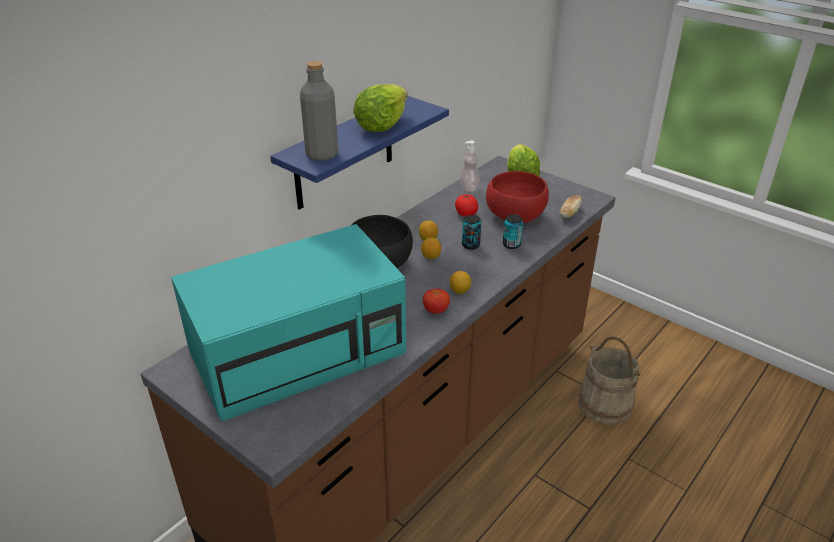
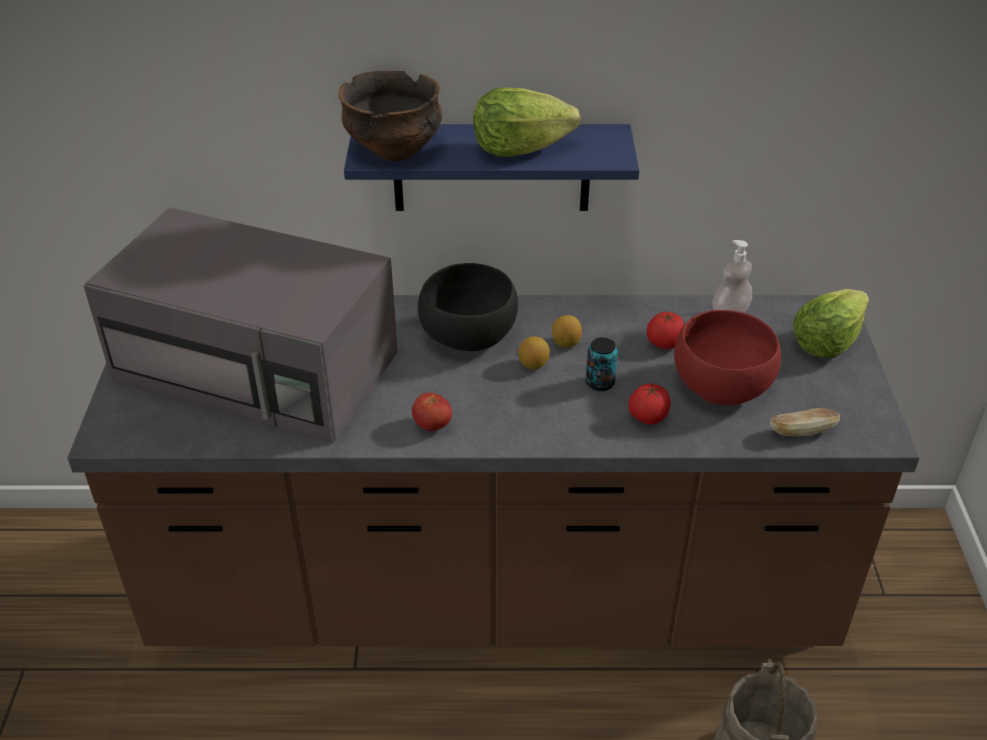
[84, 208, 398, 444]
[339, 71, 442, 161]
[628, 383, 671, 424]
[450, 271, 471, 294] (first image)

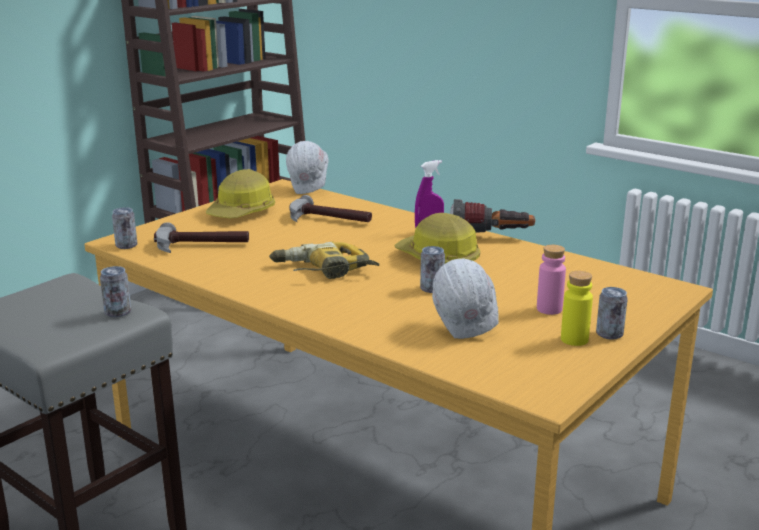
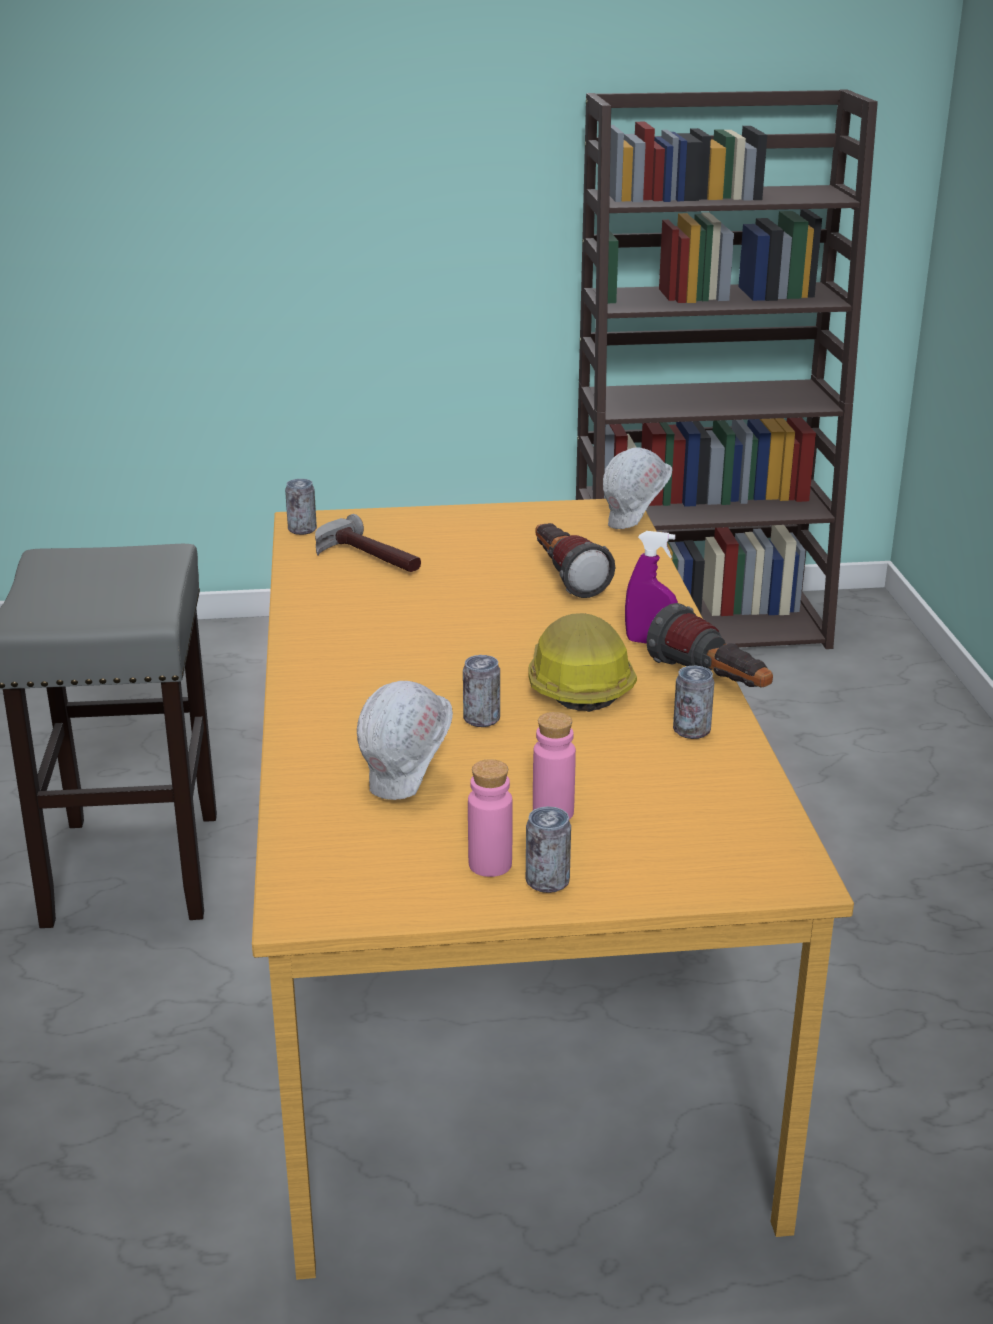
[468, 759, 513, 877]
[535, 523, 615, 598]
[673, 666, 714, 739]
[206, 169, 275, 218] (first image)
[269, 241, 380, 279] (first image)

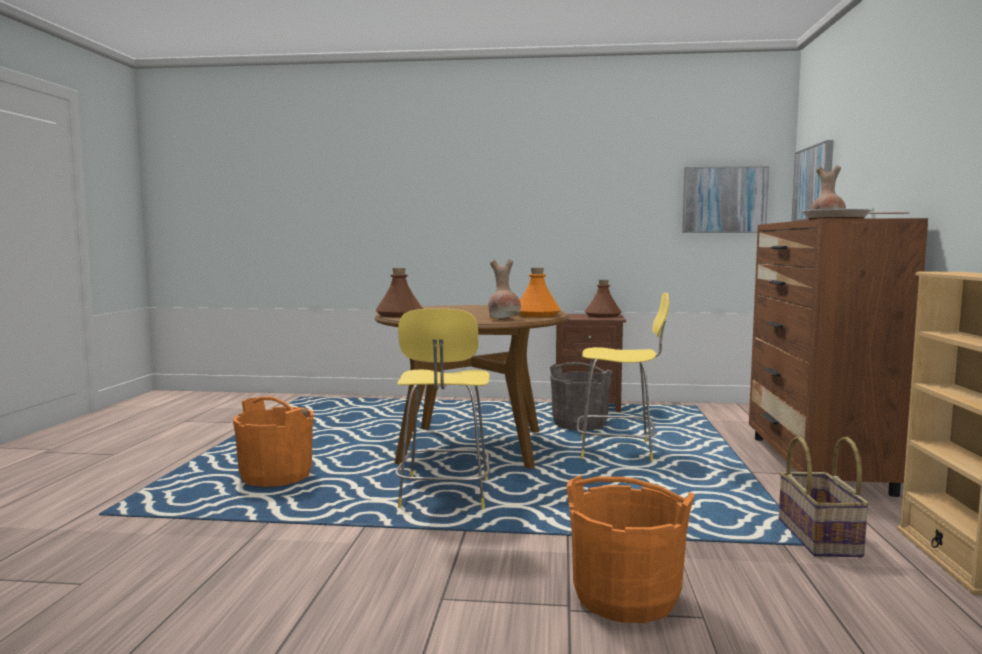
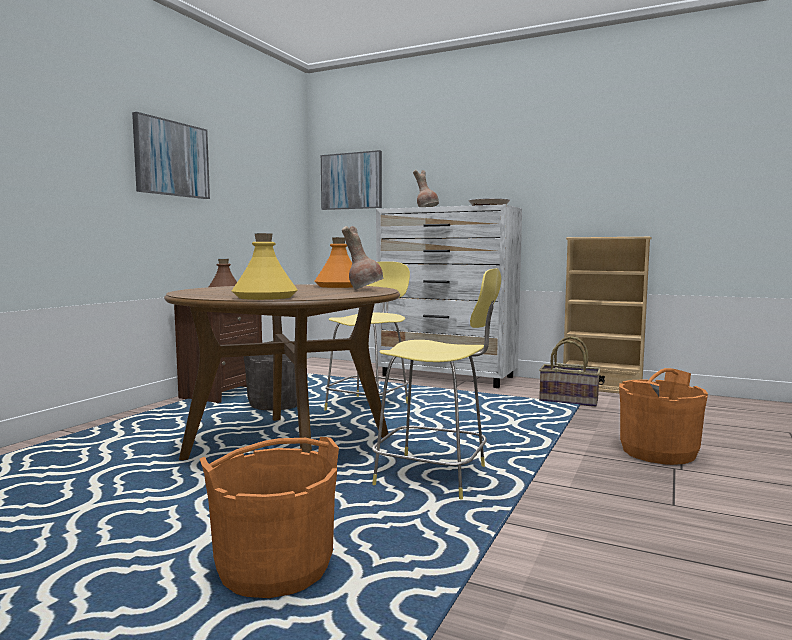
[132, 112, 210, 199]
[232, 233, 298, 300]
[376, 204, 522, 388]

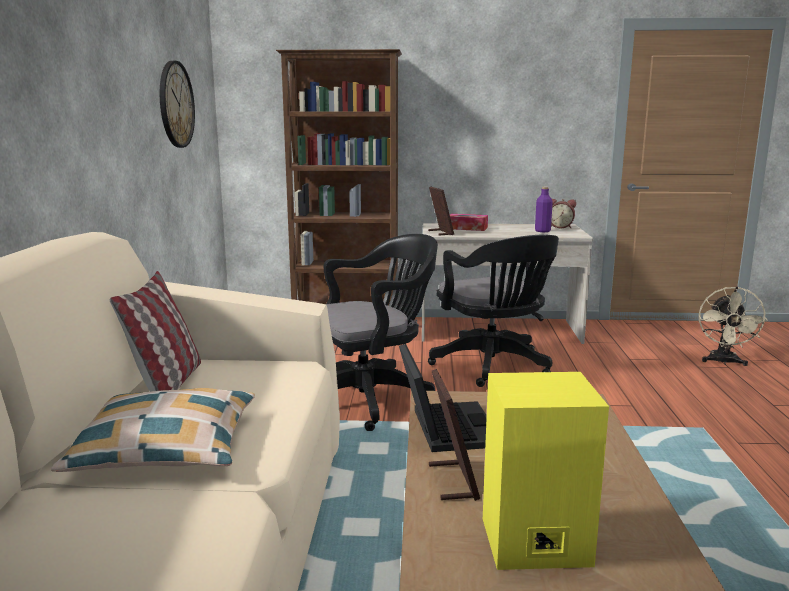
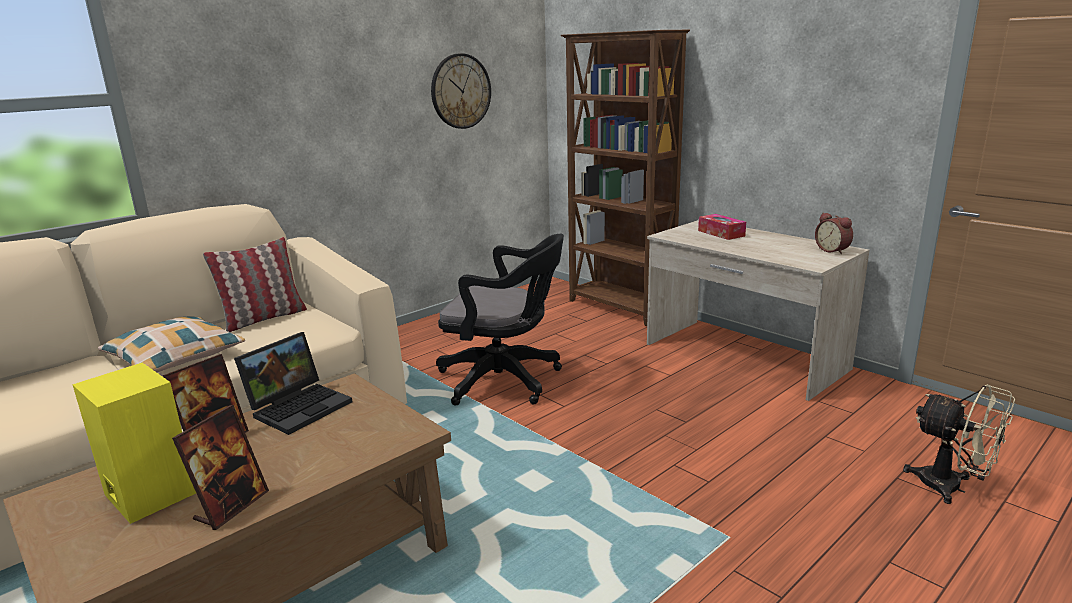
[172, 405, 269, 530]
[903, 384, 1015, 504]
[428, 235, 559, 387] (first image)
[535, 187, 553, 232] (first image)

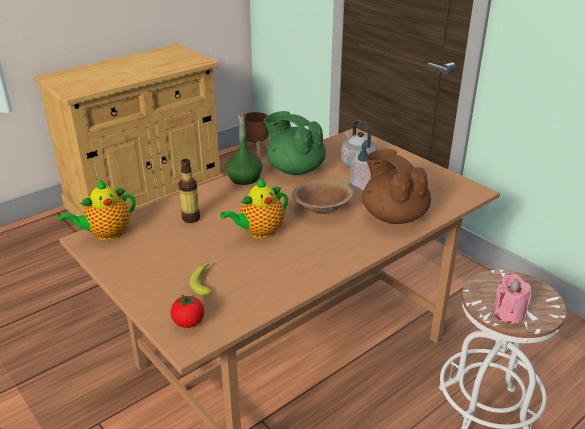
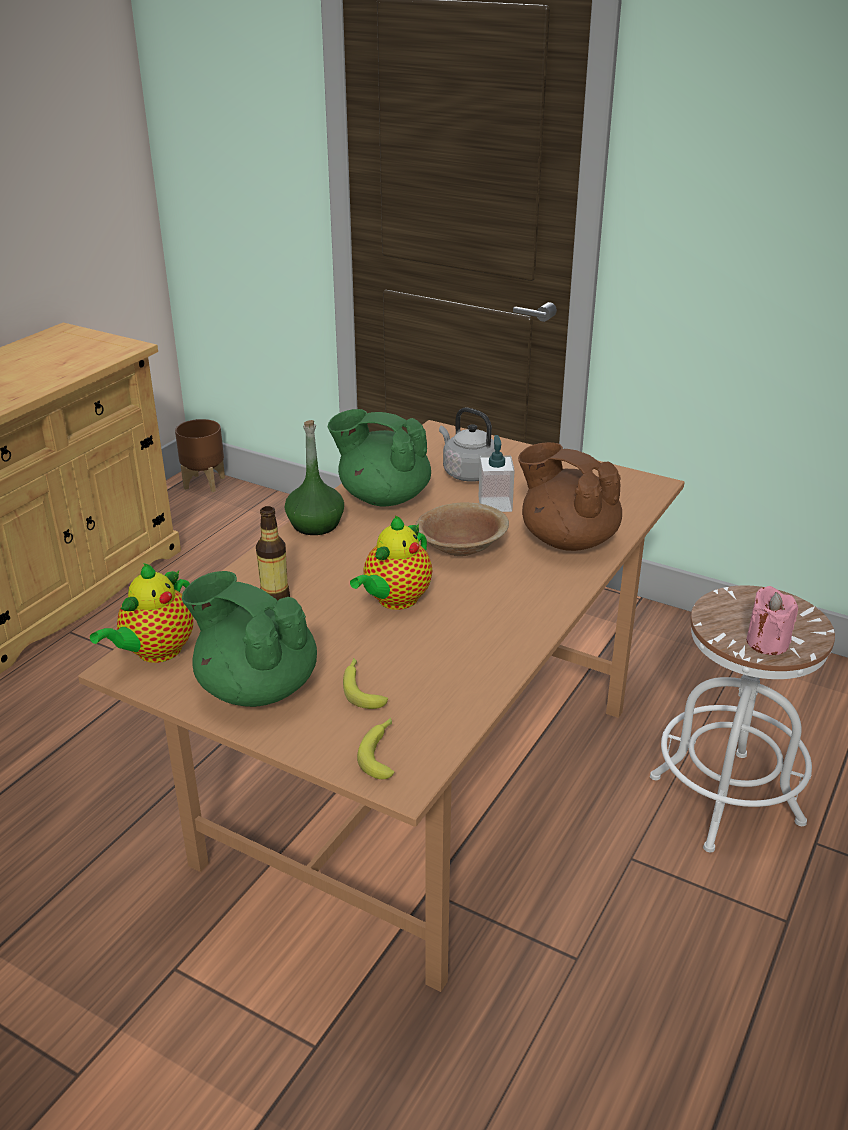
[182, 571, 317, 707]
[357, 718, 395, 779]

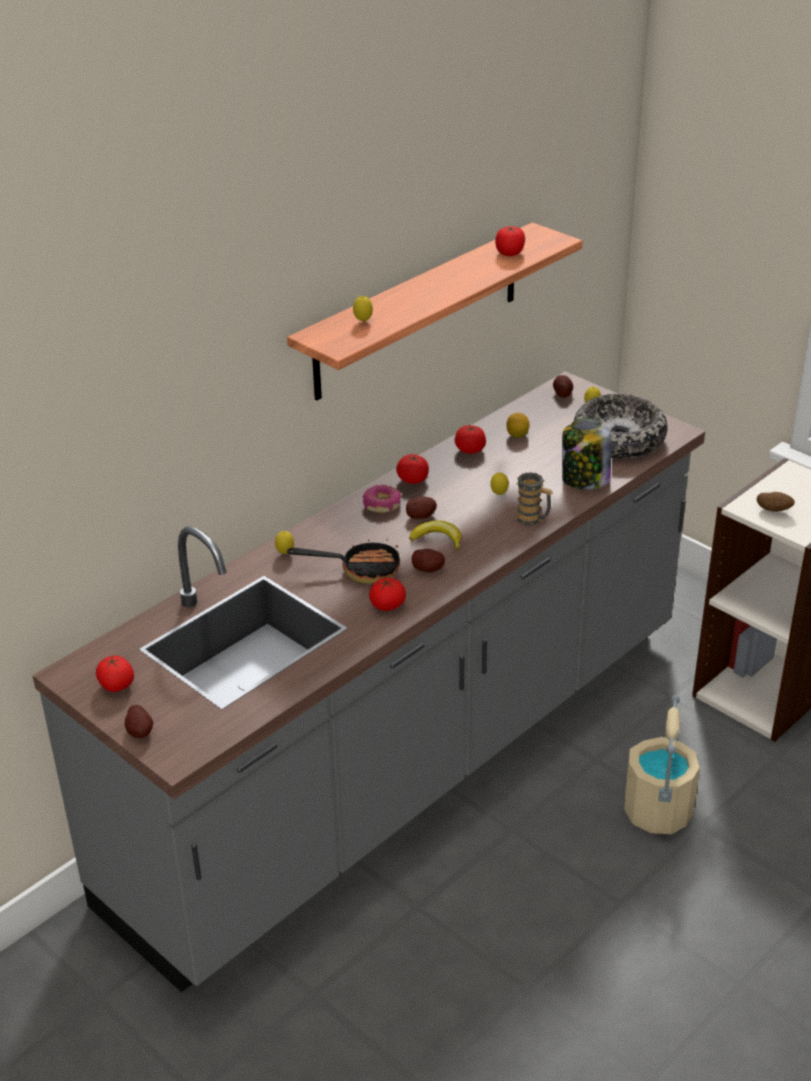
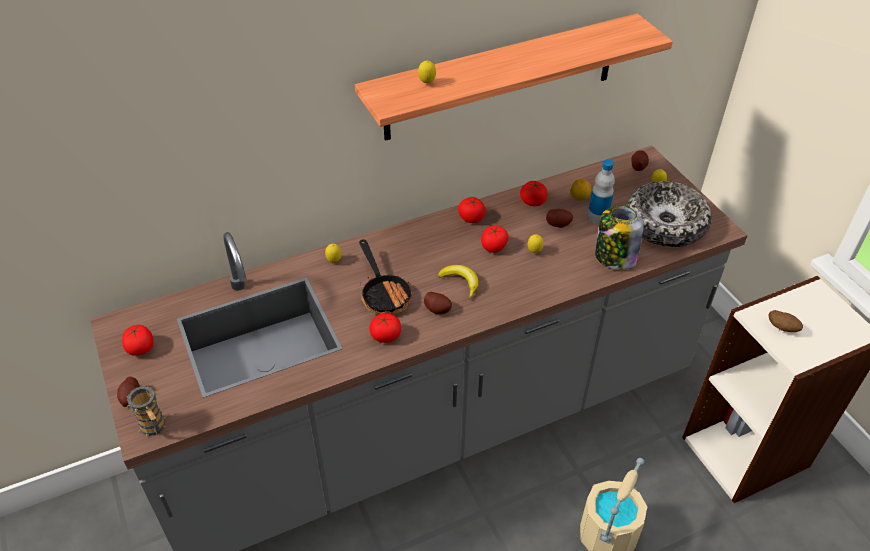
[126, 386, 167, 437]
[359, 239, 413, 314]
[481, 225, 509, 253]
[546, 209, 573, 228]
[588, 159, 615, 224]
[363, 485, 402, 513] (first image)

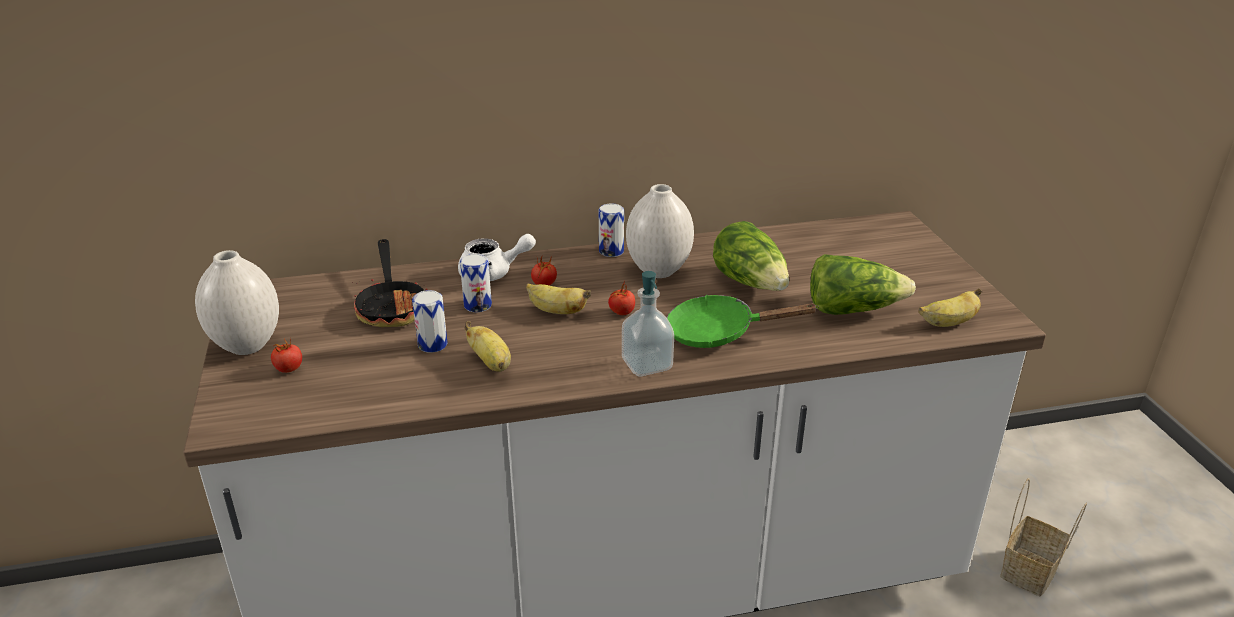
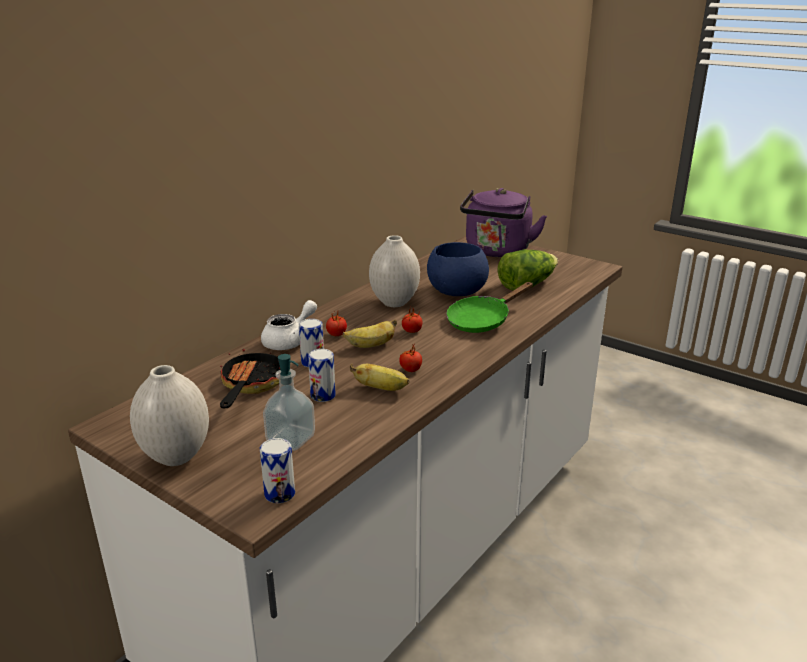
[220, 349, 280, 408]
[260, 438, 295, 503]
[263, 354, 315, 451]
[399, 343, 422, 372]
[427, 242, 489, 296]
[460, 188, 547, 257]
[918, 288, 981, 327] (first image)
[1000, 478, 1087, 596] (first image)

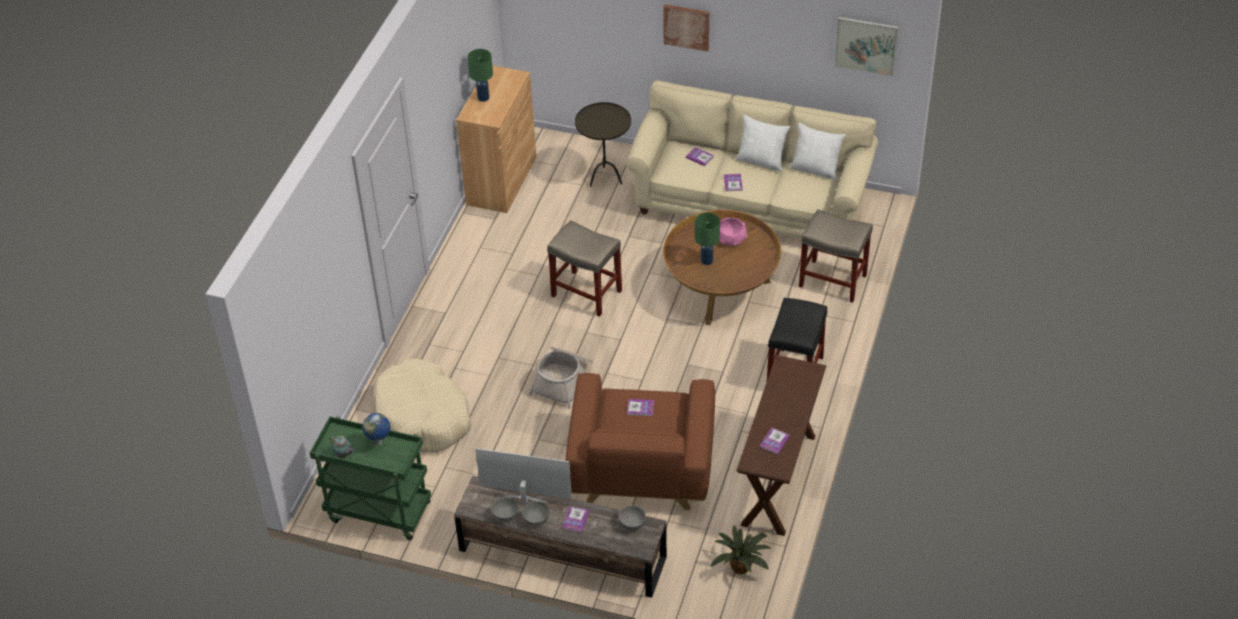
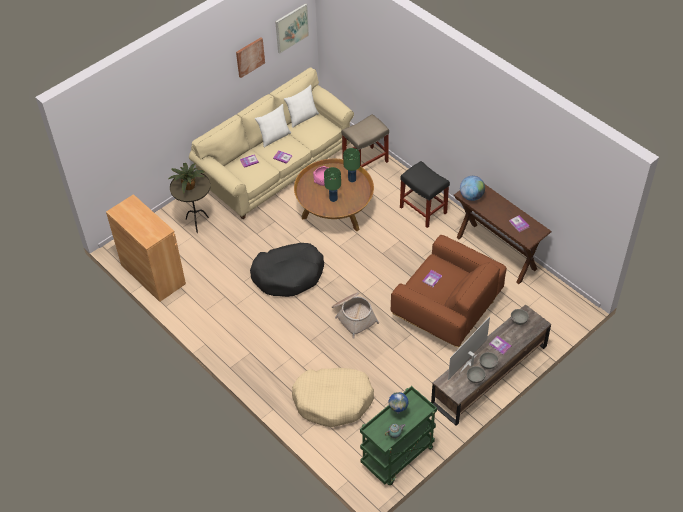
[169, 163, 205, 193]
[236, 37, 265, 78]
[250, 243, 324, 297]
[343, 148, 360, 182]
[460, 176, 485, 201]

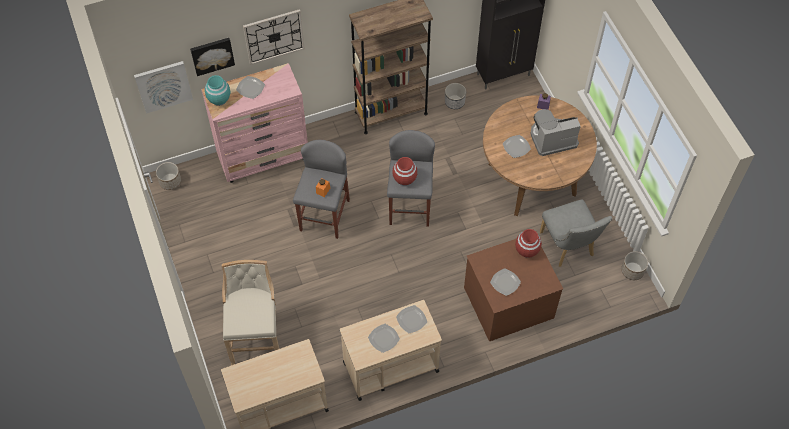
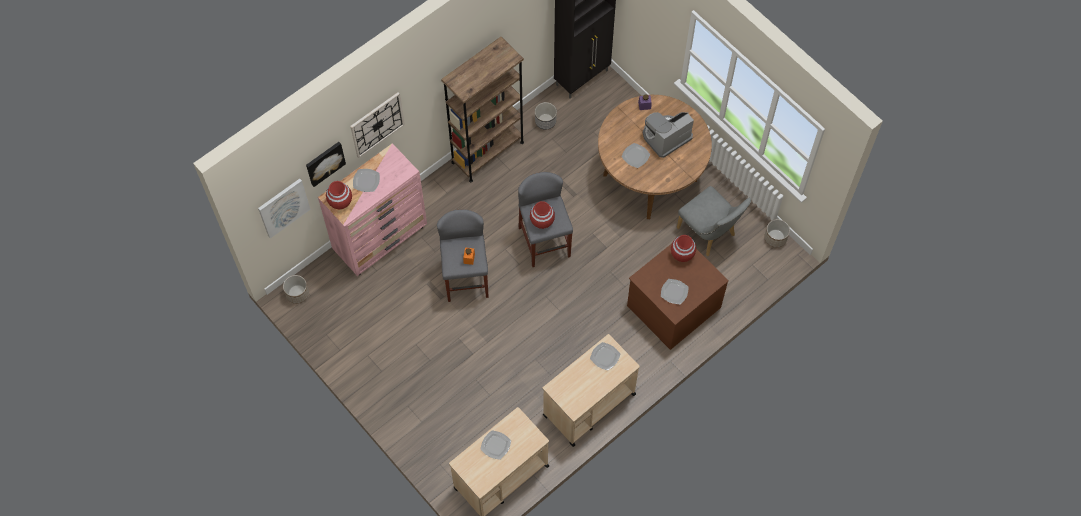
[326, 181, 352, 210]
[481, 430, 511, 460]
[222, 260, 279, 365] (first image)

